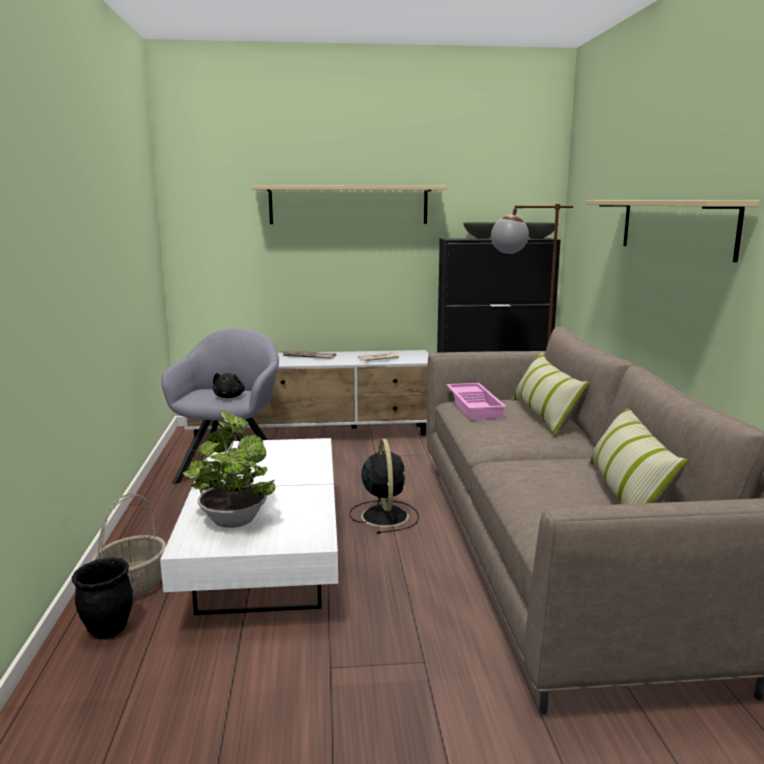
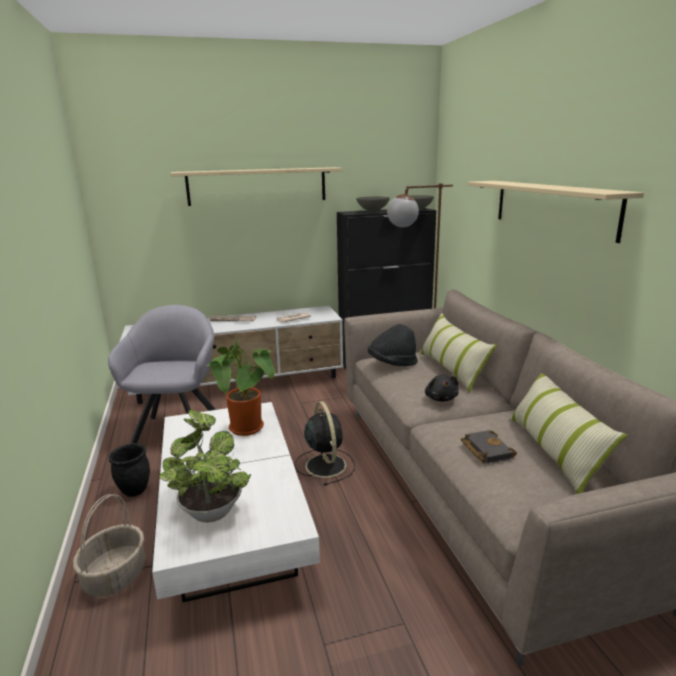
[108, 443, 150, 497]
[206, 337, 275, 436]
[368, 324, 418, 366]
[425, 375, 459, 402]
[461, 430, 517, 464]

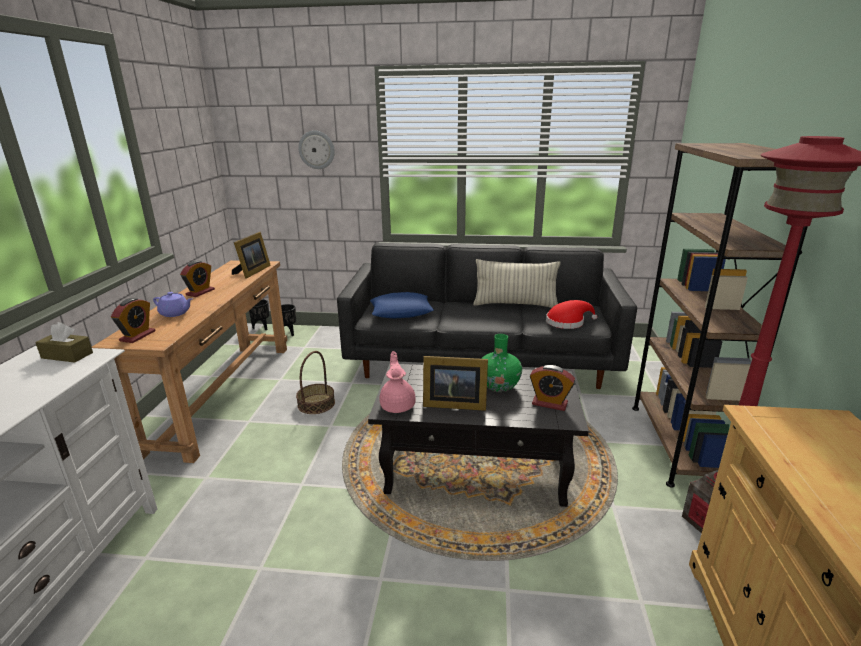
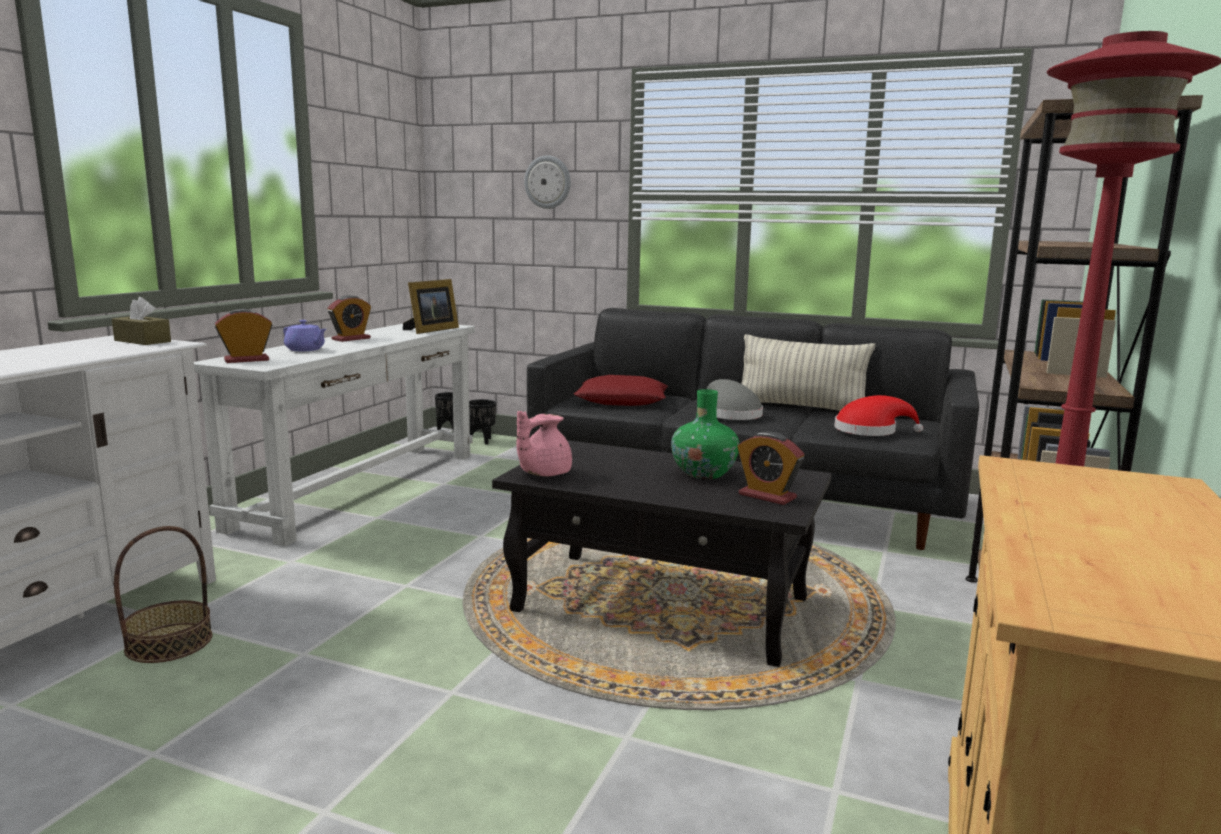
[114, 526, 212, 663]
[194, 324, 475, 546]
[215, 309, 272, 363]
[517, 411, 572, 476]
[574, 375, 668, 406]
[707, 379, 763, 420]
[423, 356, 488, 411] (first image)

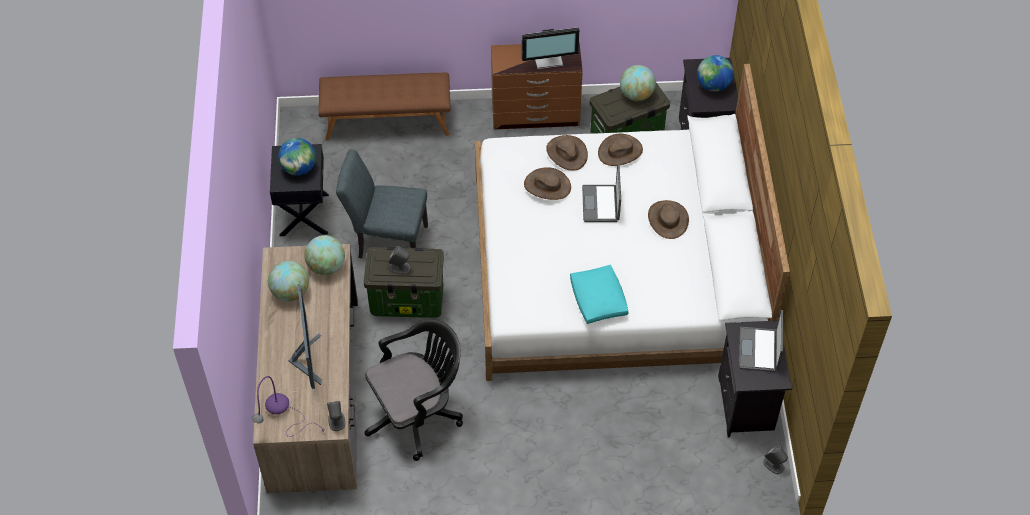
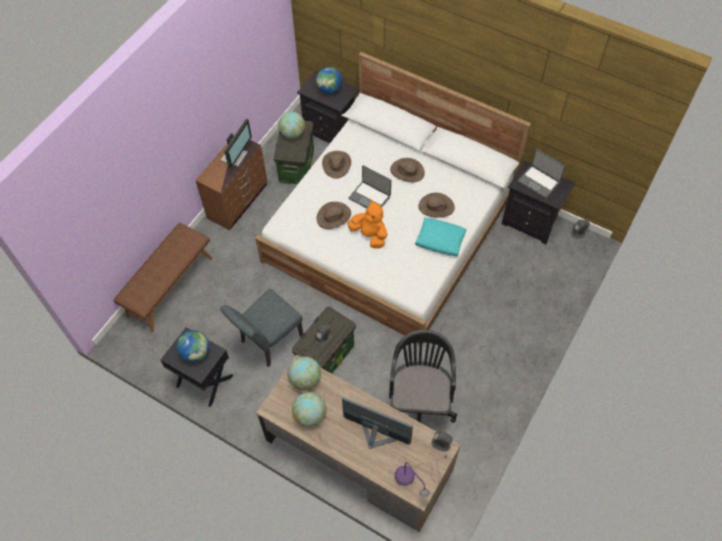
[348, 200, 387, 248]
[418, 193, 455, 217]

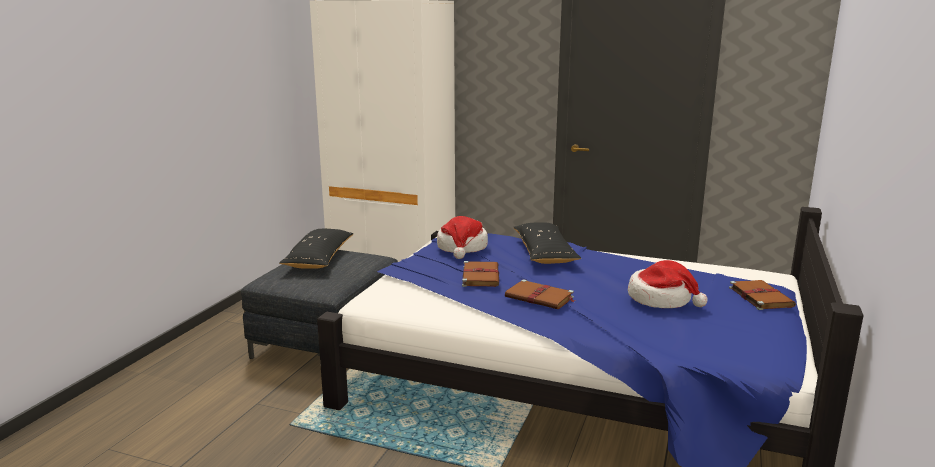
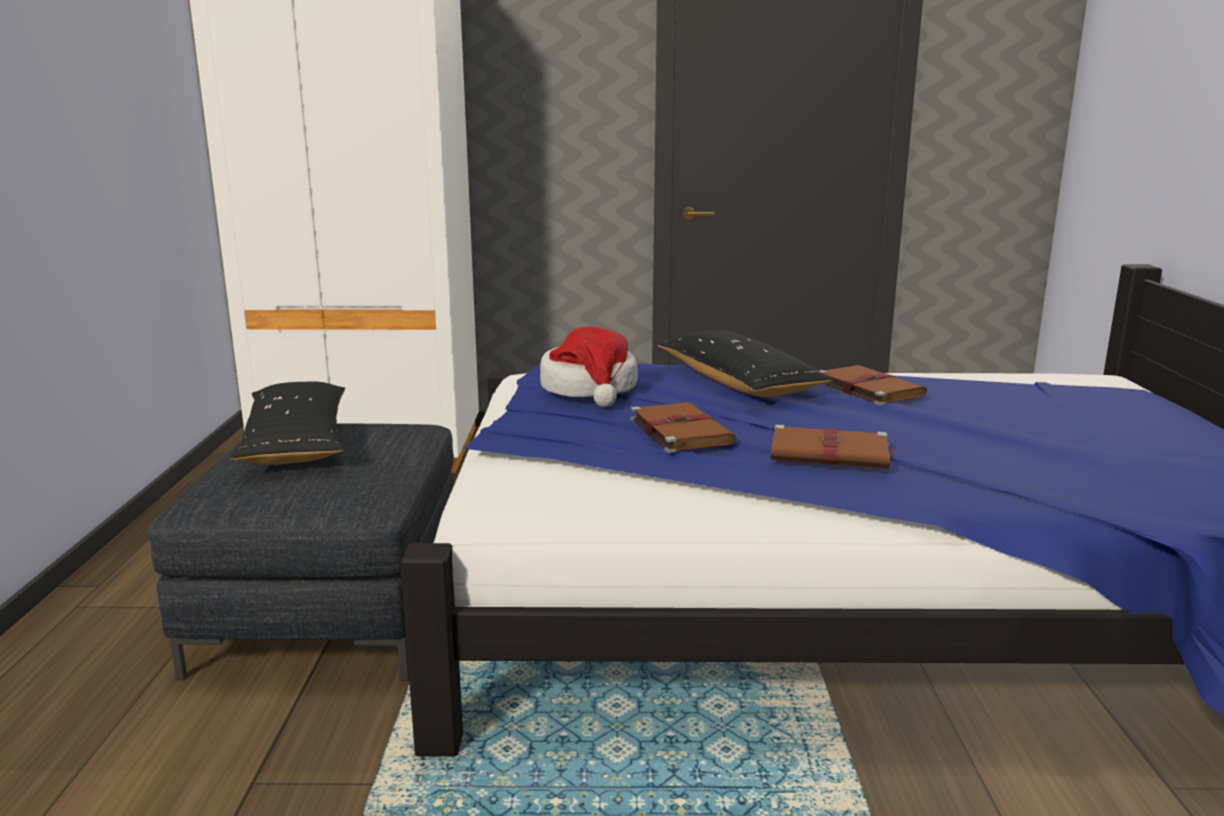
[820, 365, 927, 406]
[628, 260, 708, 308] (first image)

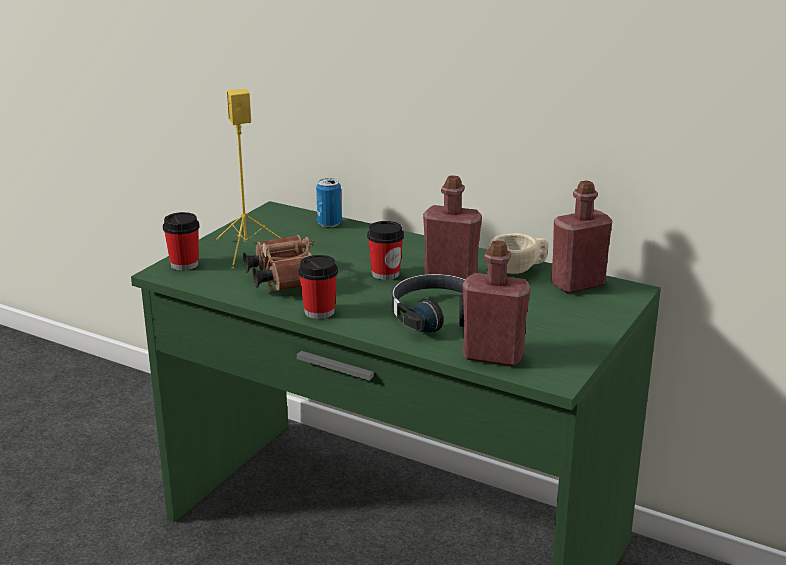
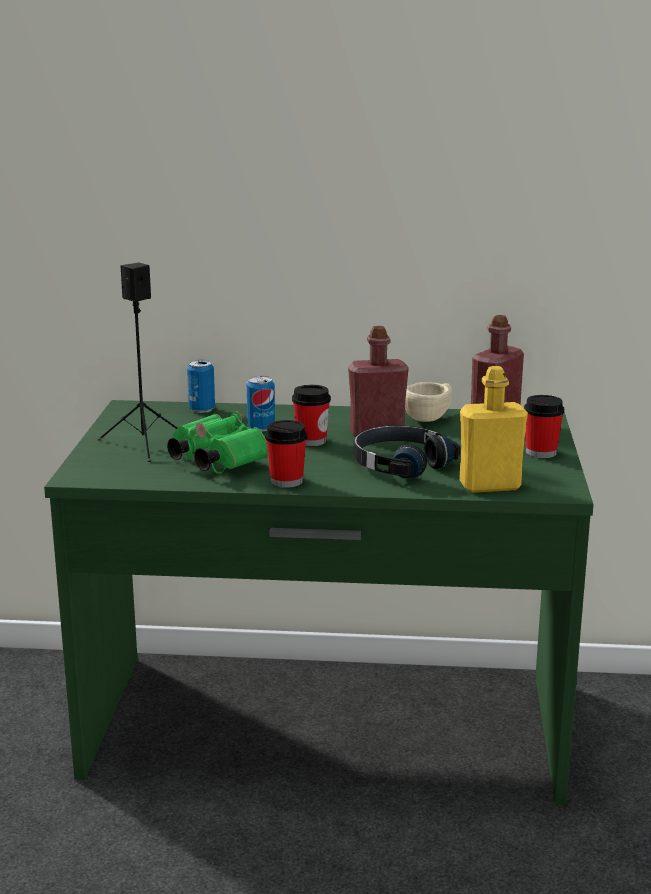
[98, 263, 177, 462]
[167, 411, 268, 474]
[247, 376, 275, 431]
[459, 366, 528, 493]
[524, 395, 564, 458]

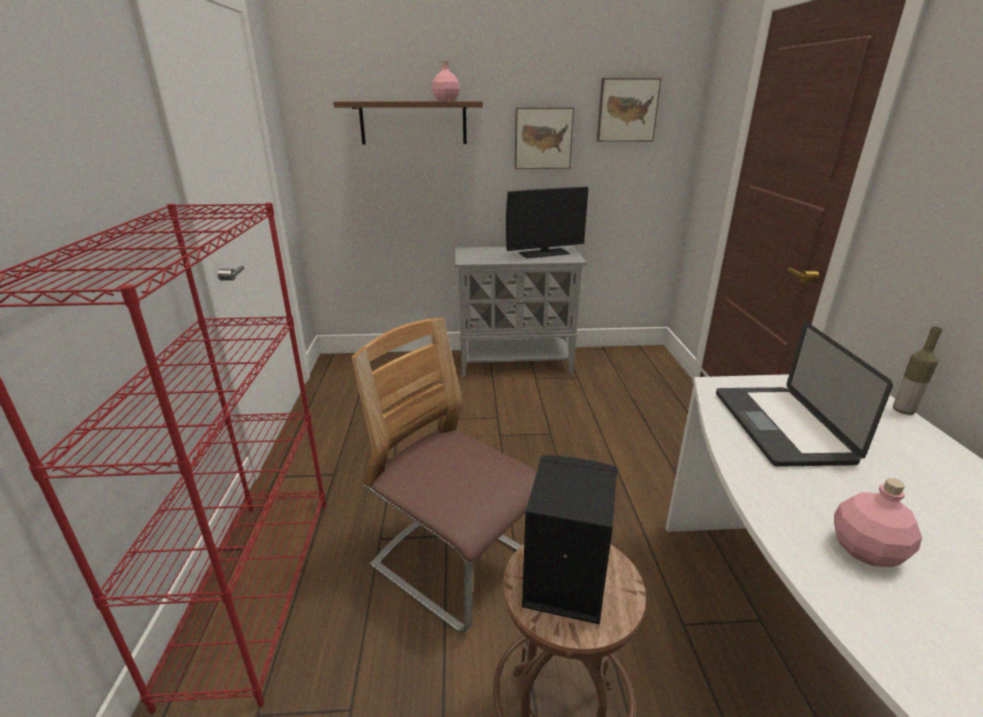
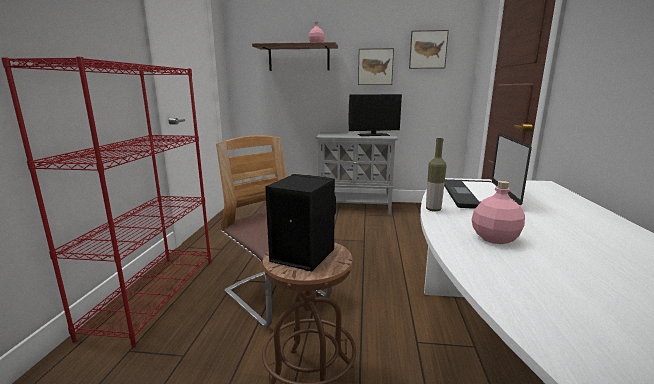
[426, 138, 447, 211]

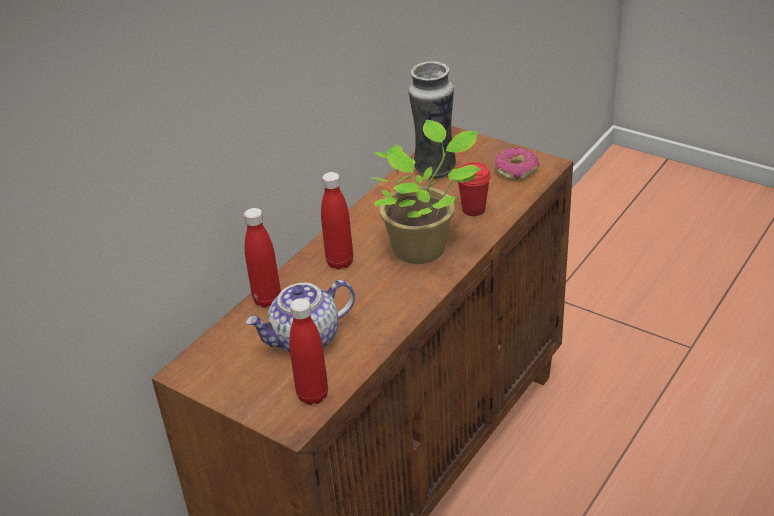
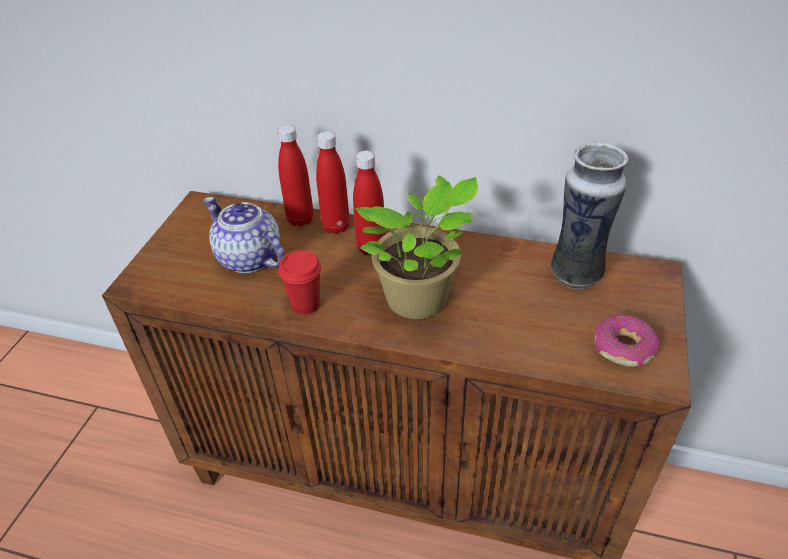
[278, 250, 321, 315]
[316, 131, 350, 234]

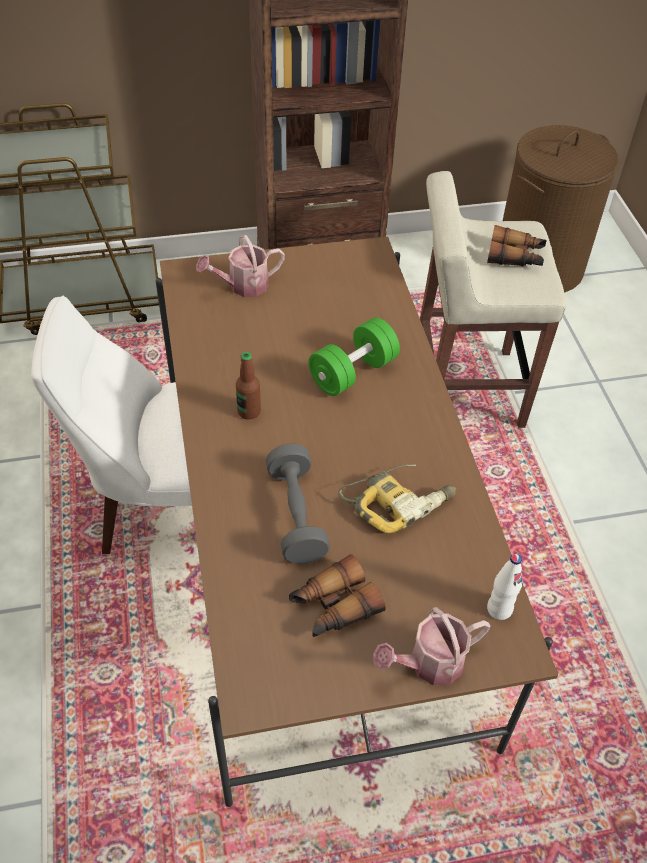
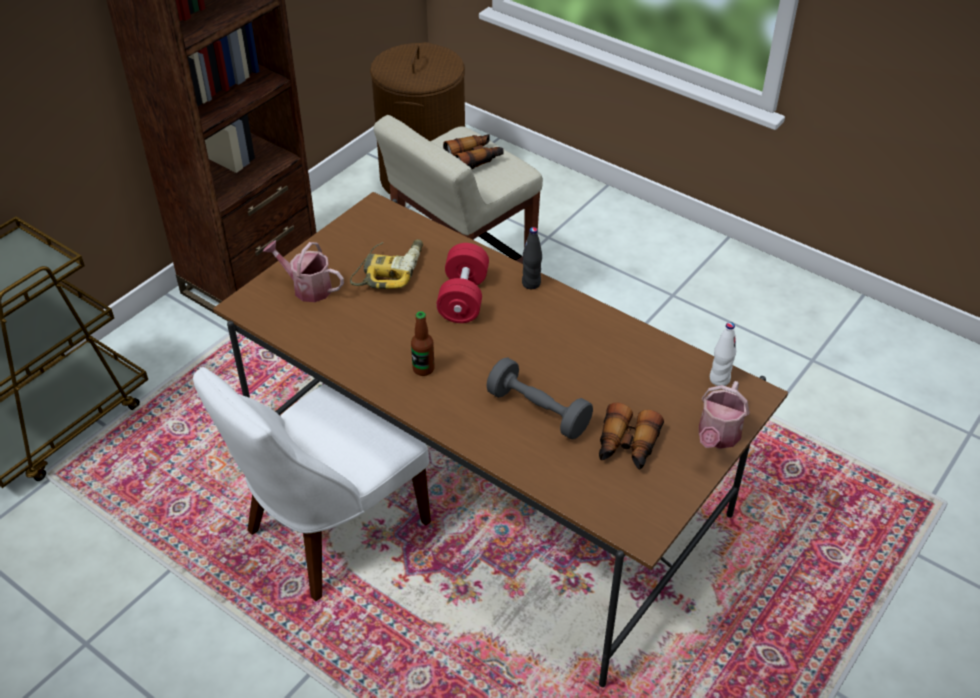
[263, 240, 344, 302]
[350, 239, 423, 289]
[436, 243, 489, 323]
[522, 227, 542, 289]

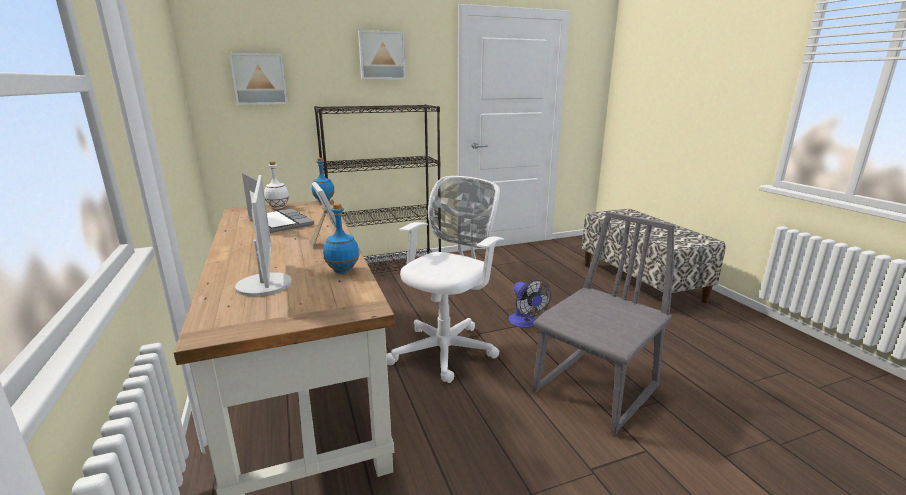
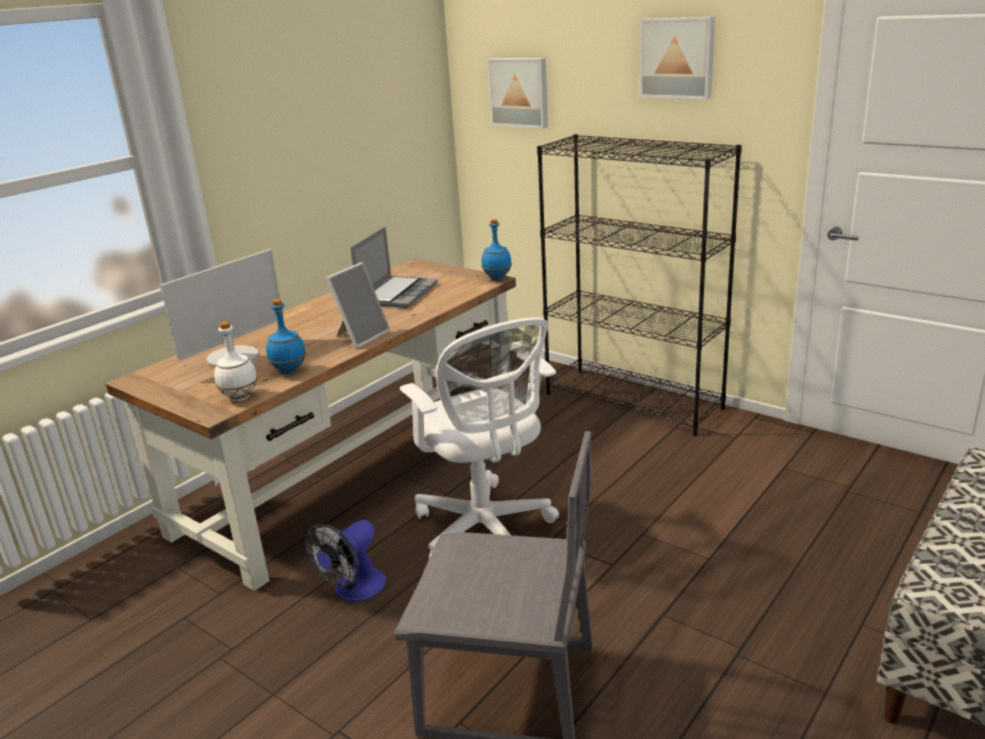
[214, 321, 257, 401]
[305, 520, 386, 602]
[400, 317, 559, 558]

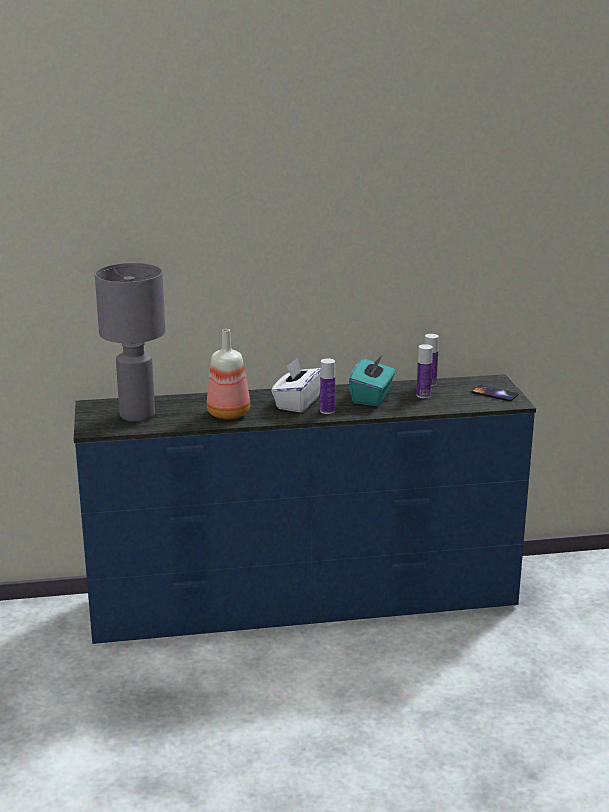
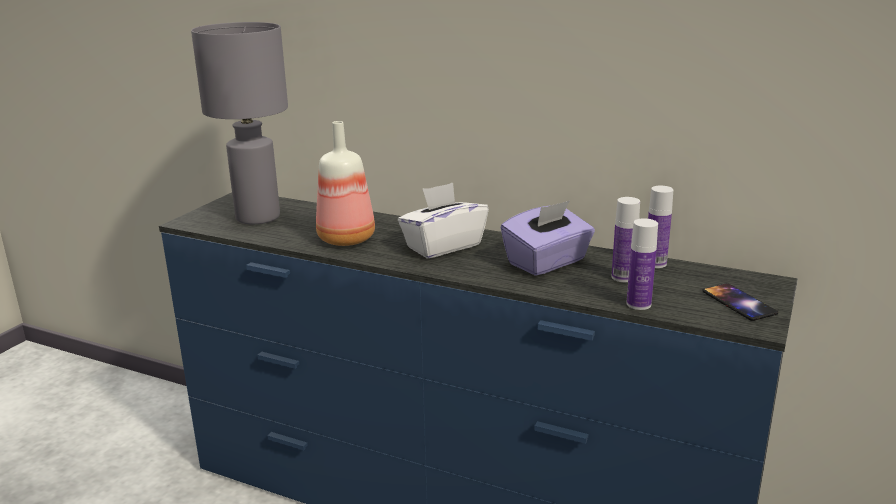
[501, 200, 595, 276]
[626, 218, 658, 310]

